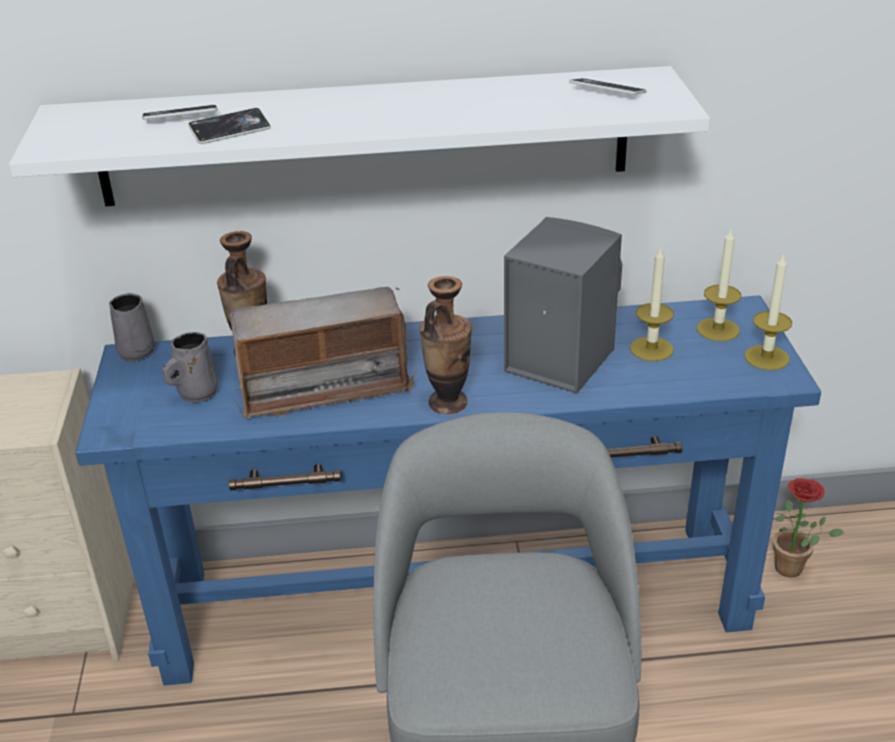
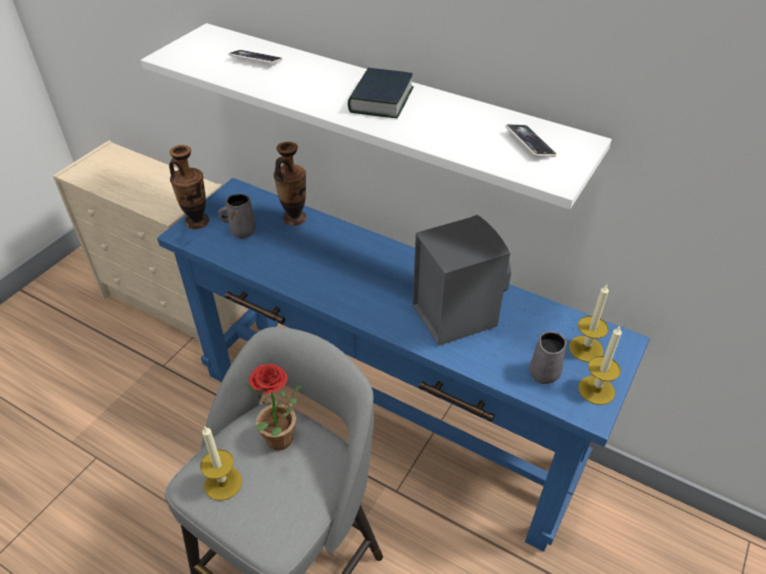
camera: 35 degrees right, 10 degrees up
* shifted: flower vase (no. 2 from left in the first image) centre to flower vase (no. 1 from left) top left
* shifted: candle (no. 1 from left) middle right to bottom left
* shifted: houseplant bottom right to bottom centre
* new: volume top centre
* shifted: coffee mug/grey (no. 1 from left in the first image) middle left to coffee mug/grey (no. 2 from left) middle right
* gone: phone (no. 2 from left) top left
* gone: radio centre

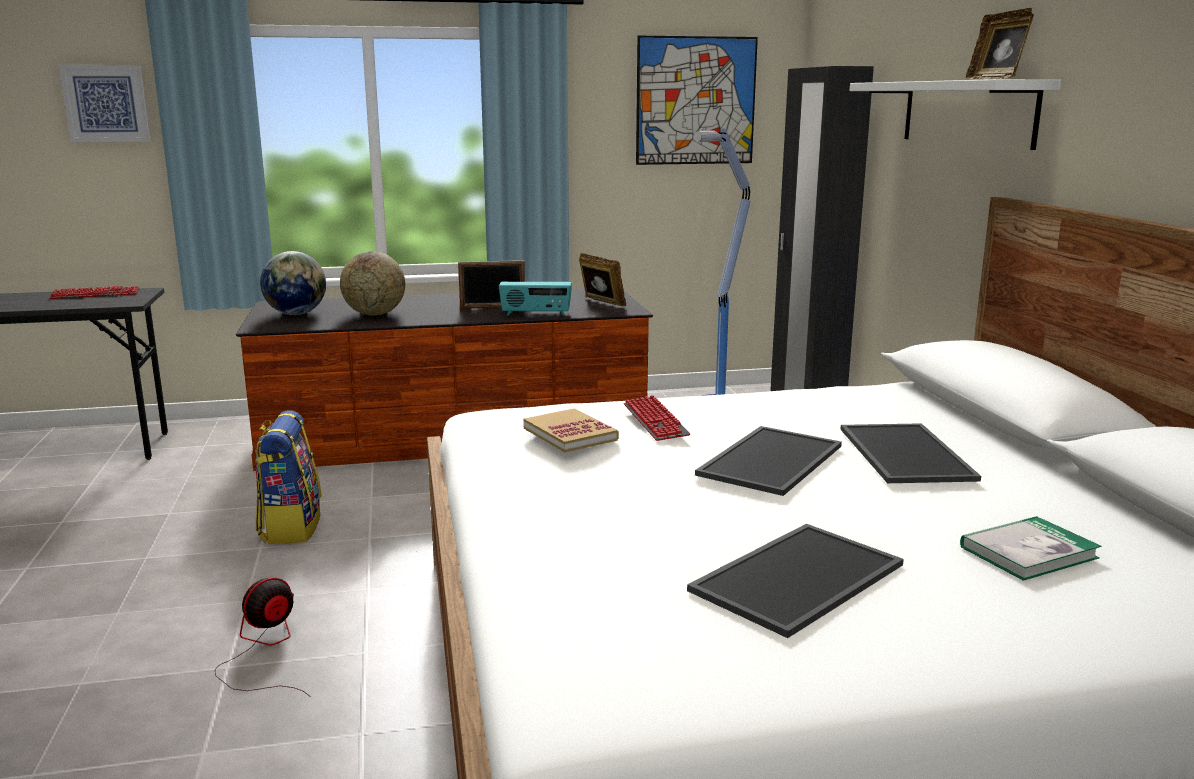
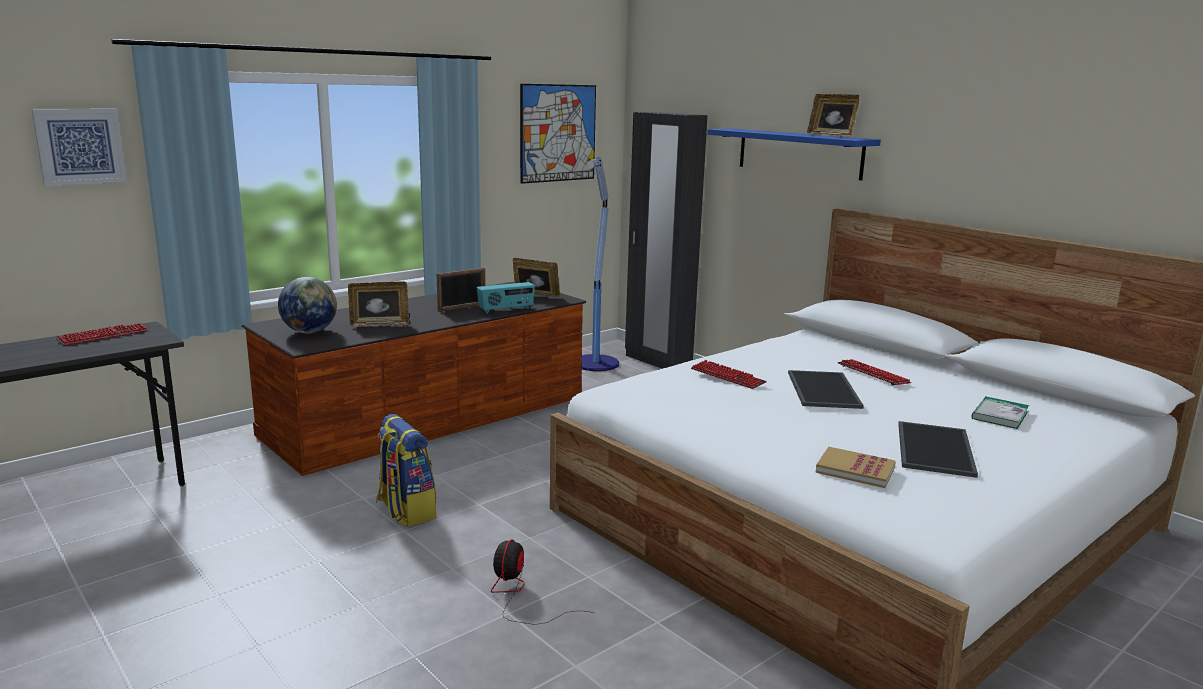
camera: 30 degrees left, 0 degrees up
* swapped: world globe (no. 2 from left) middle left to photo frame (no. 1 from left) middle left
* repainted: shelf/white top right to shelf/bluish top centre
* shifted: volume (no. 1 from left) centre to bottom right
* swapped: tray (no. 3 from left) middle right to computer keyboard (no. 3 from left) middle right

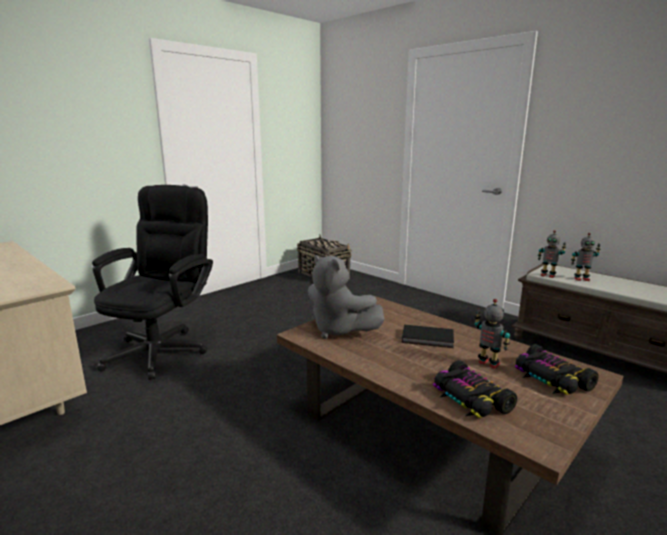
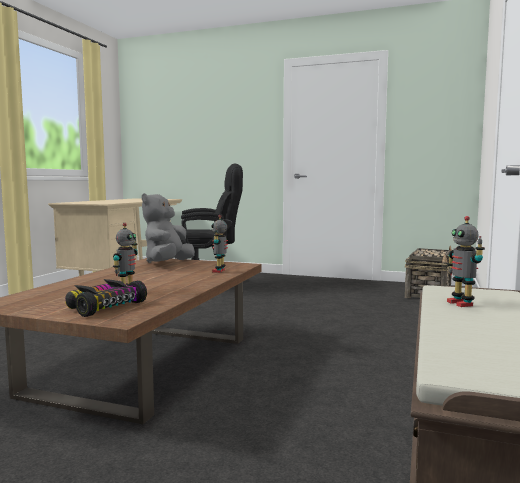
camera: 65 degrees right, 10 degrees down
* shifted: toy robot (no. 2 from left) middle right to centre
* gone: volume/black-coloured centre
* gone: toy car (no. 1 from left) bottom right

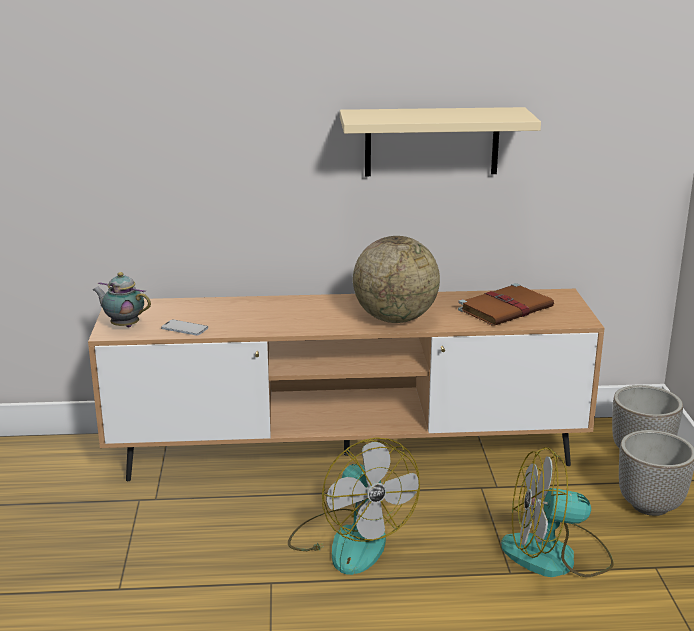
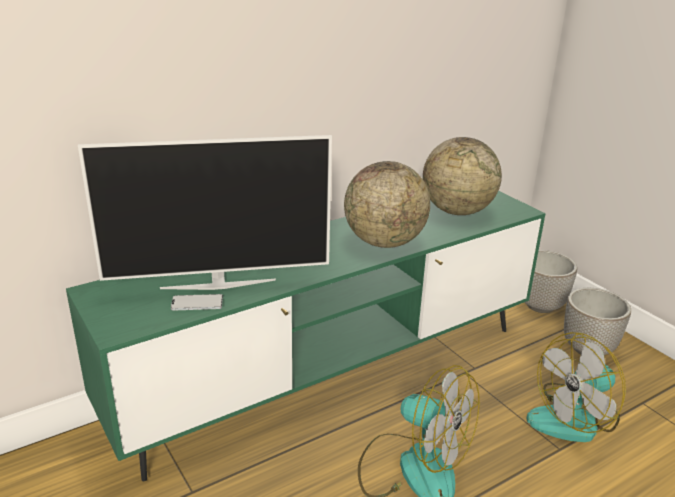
camera: 30 degrees left, 5 degrees up
* repainted: tv stand/brown centre to tv stand/greenish bottom centre
* new: TV set middle left
* swapped: volume/brown middle right to world globe (no. 2 from left) middle right
* gone: teapot middle left
* gone: shelf/beige-coloured top centre

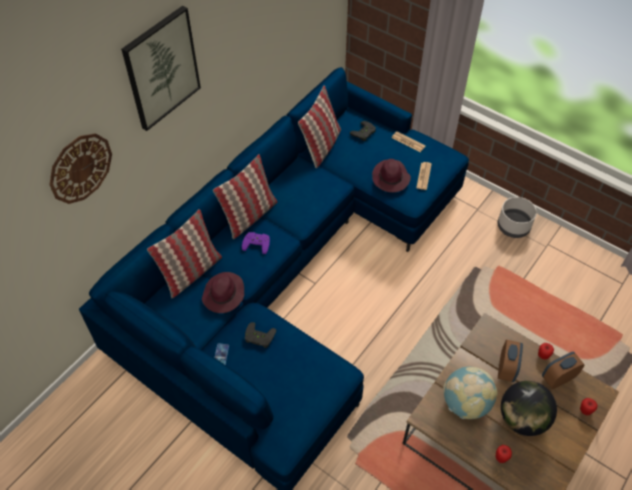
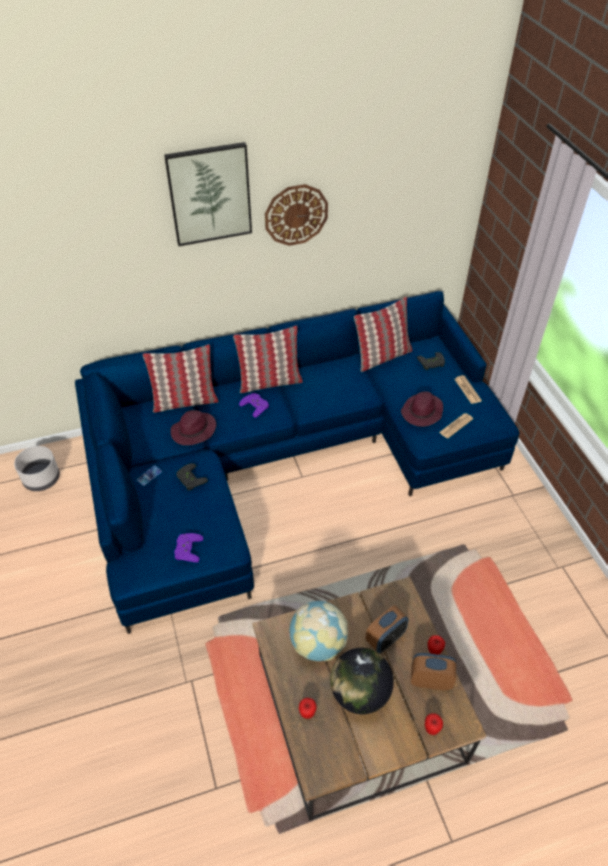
camera: 35 degrees right, 5 degrees down
* shifted: planter/grey middle right to middle left
* new: joypad/purple-coloured (no. 1 from left) middle left
* shifted: hanging clock middle left to top centre

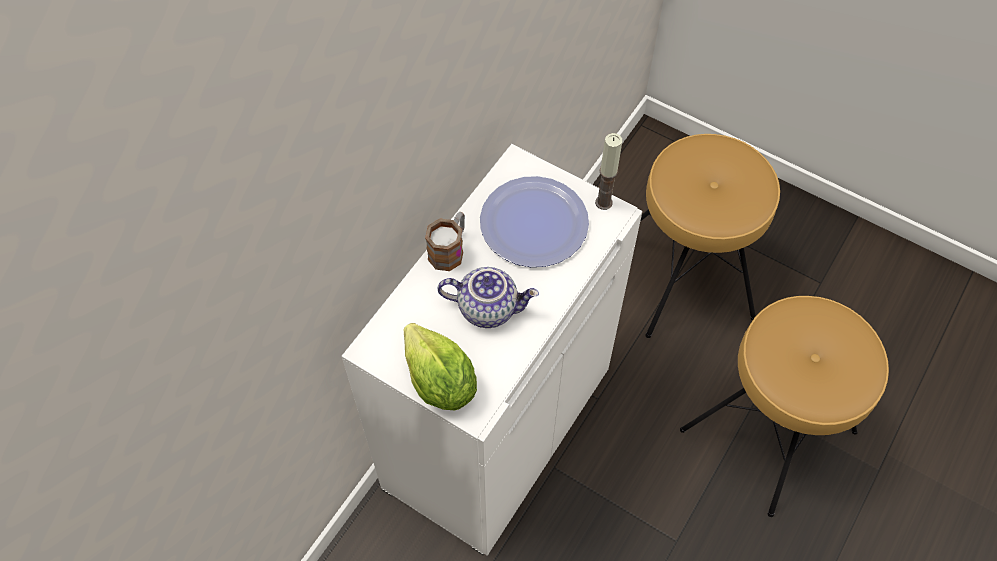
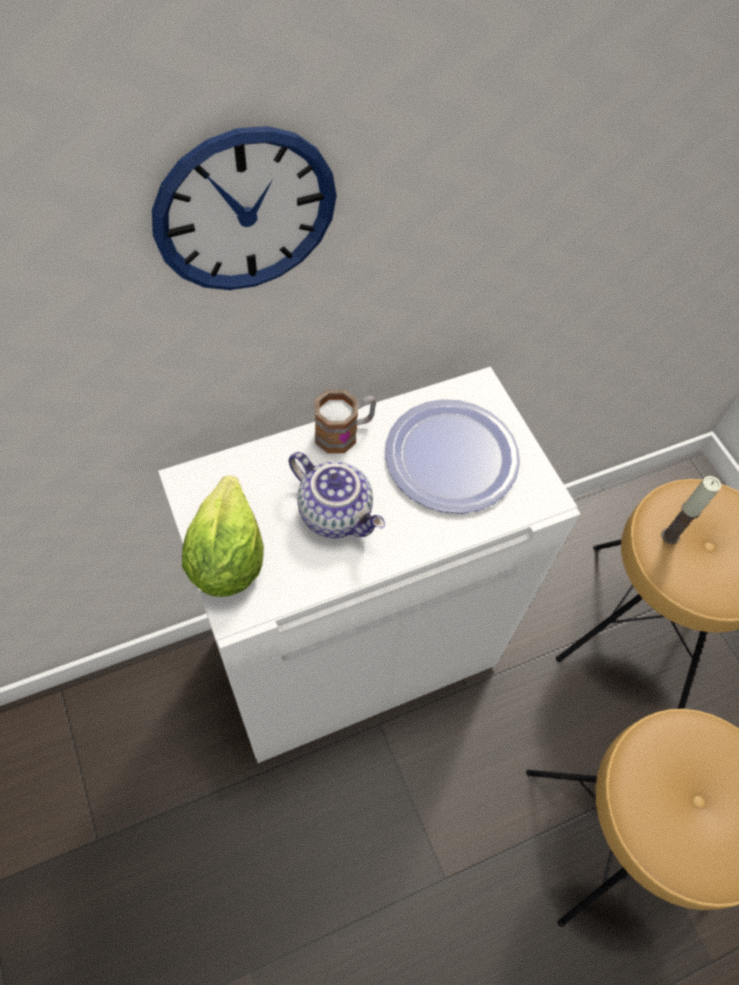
camera: 30 degrees right, 0 degrees up
* new: hanging clock top left
* shifted: candle top centre to middle right

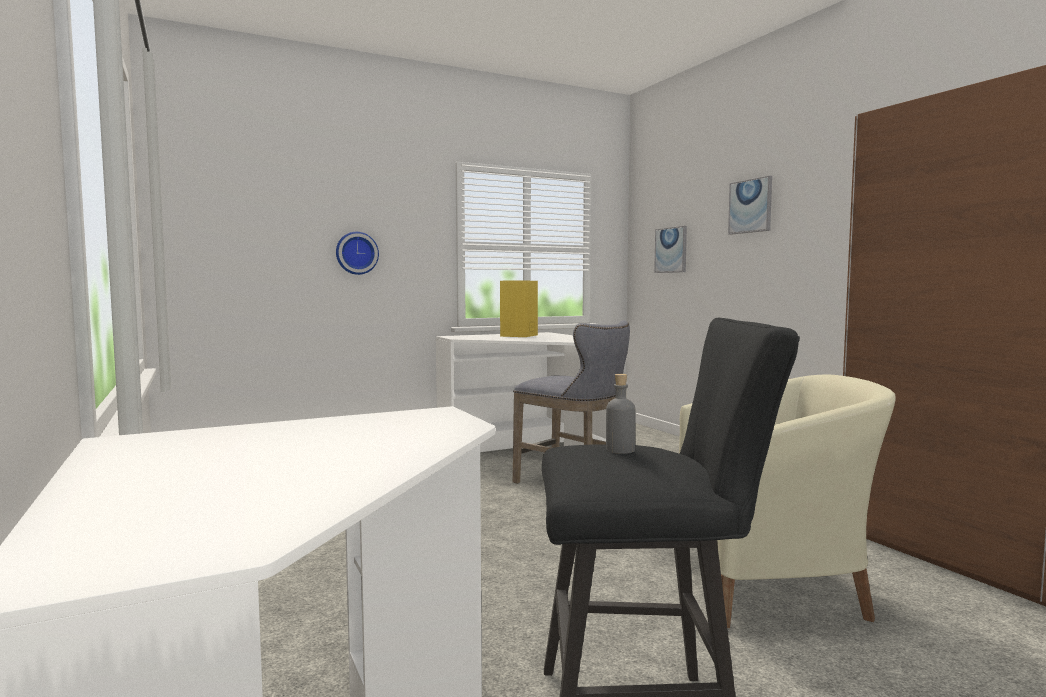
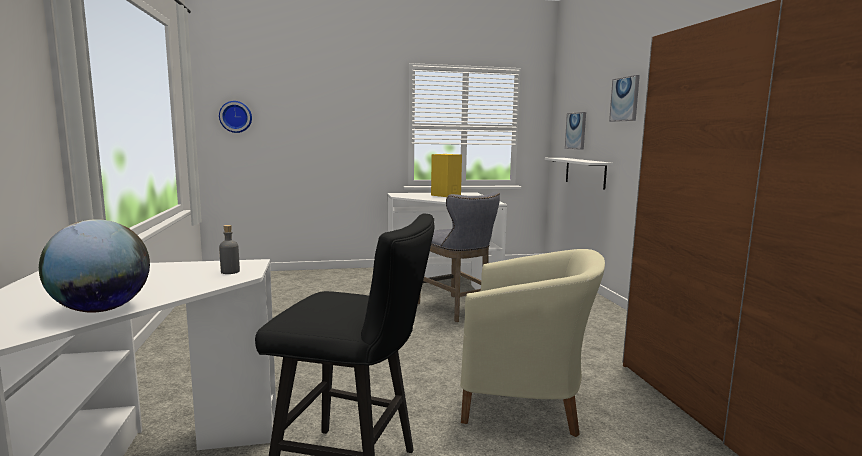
camera: 15 degrees right, 5 degrees up
* new: world globe middle left
* shifted: hanging clock centre to top left
* shifted: bottle/grey centre to middle left
* new: shelf/white middle right

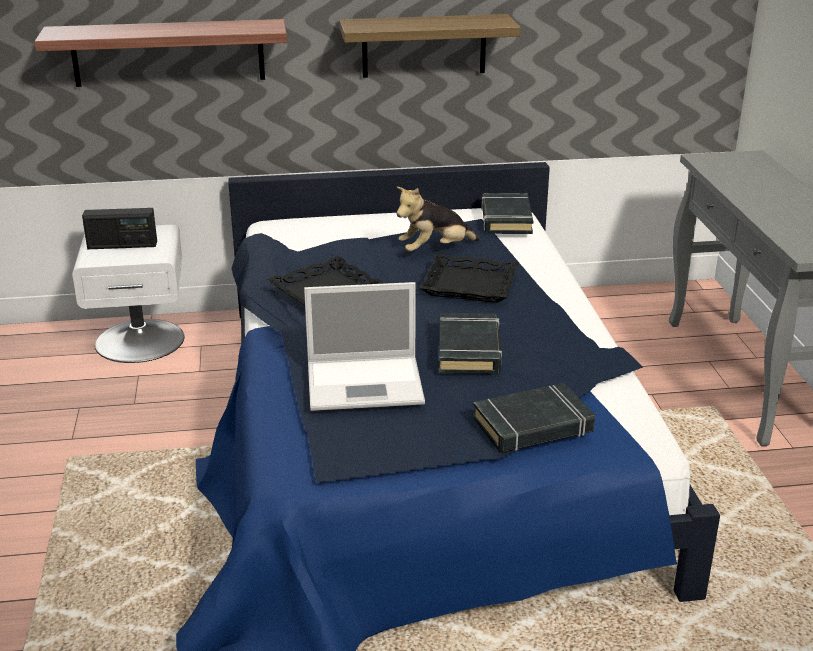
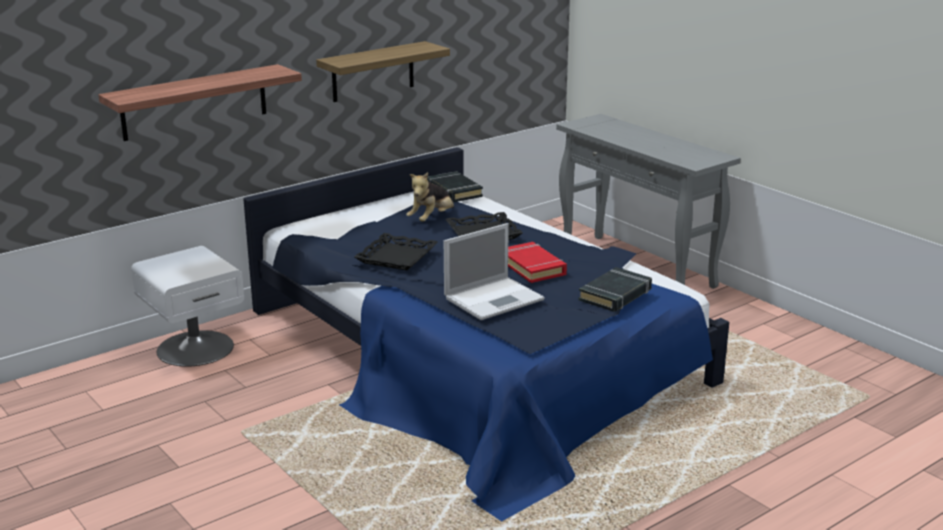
camera: 30 degrees left, 5 degrees down
* repainted: volume/black-coloured (no. 1 from left) centre to volume/red-coloured centre
* gone: radio middle left

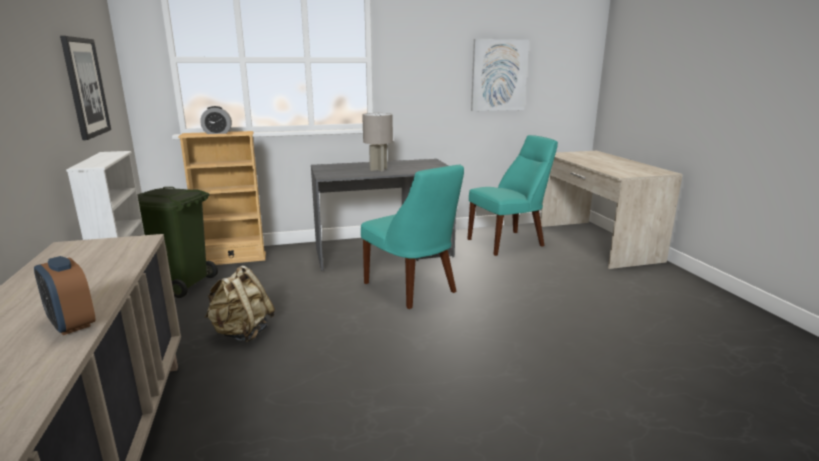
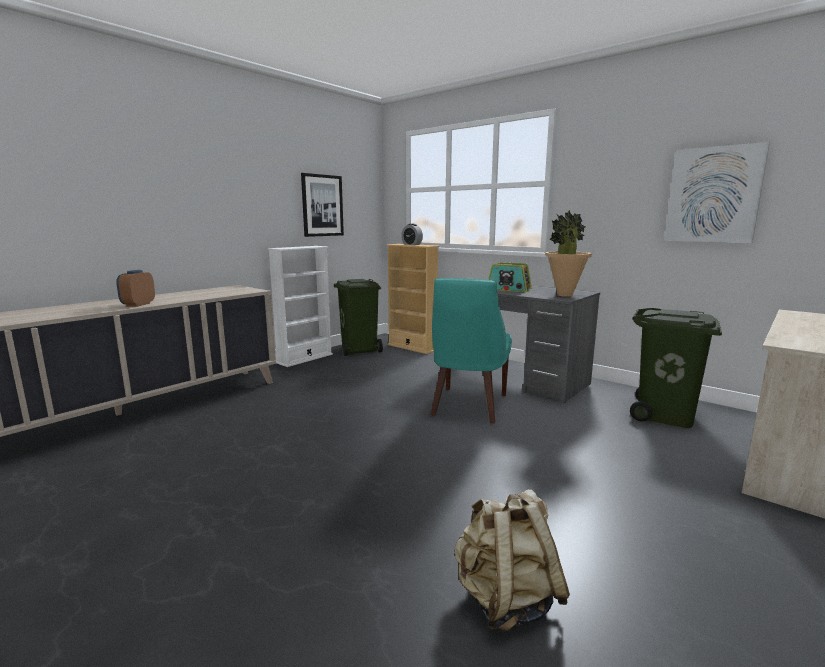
camera: 55 degrees right, 5 degrees down
* shifted: knapsack/beige-coloured middle left to bottom centre
* swapped: lamp for a table/grey top centre to radio centre
* new: houseplant middle right
* swapped: chair/turquoise (no. 2 from left) centre to waste bin/greenish (no. 2 from left) middle right

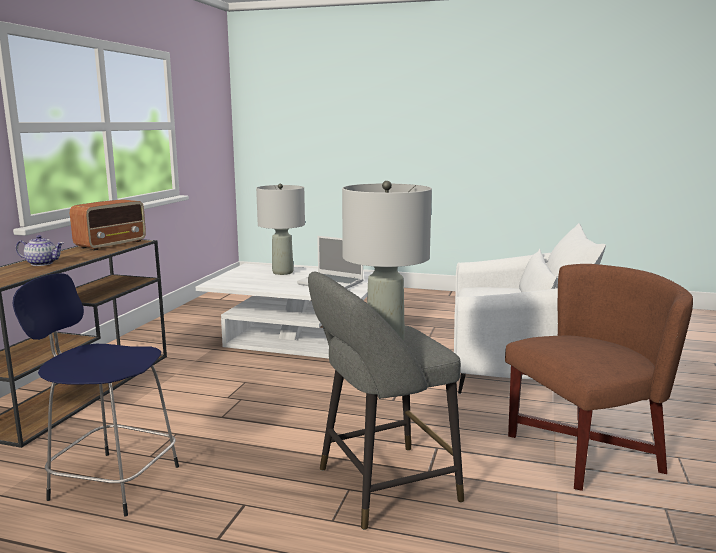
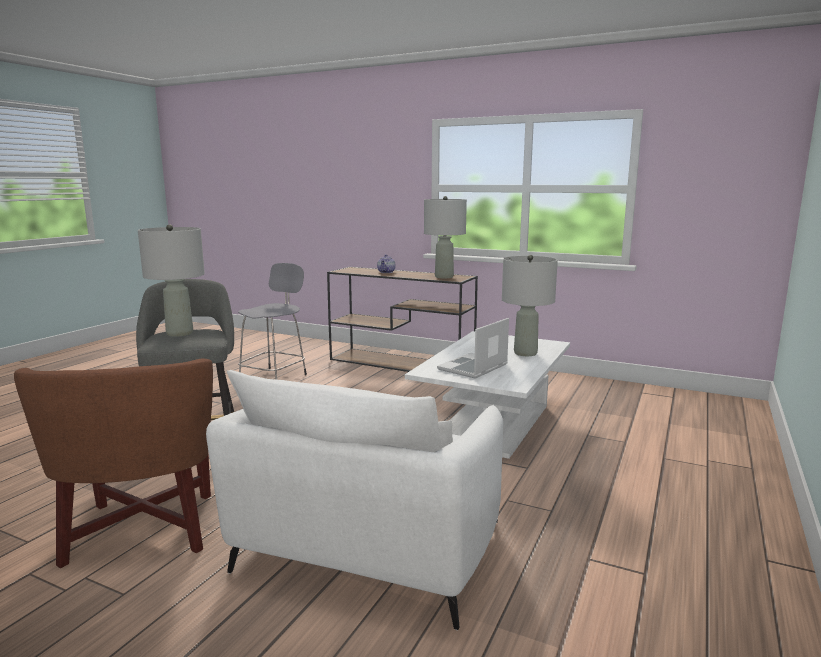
camera: 100 degrees right, 0 degrees up
* repainted: sitting stool/bluish bottom left to sitting stool/grey (no. 2 from left) middle left
* swapped: radio middle left to lamp for a table/grey (no. 2 from left) centre

